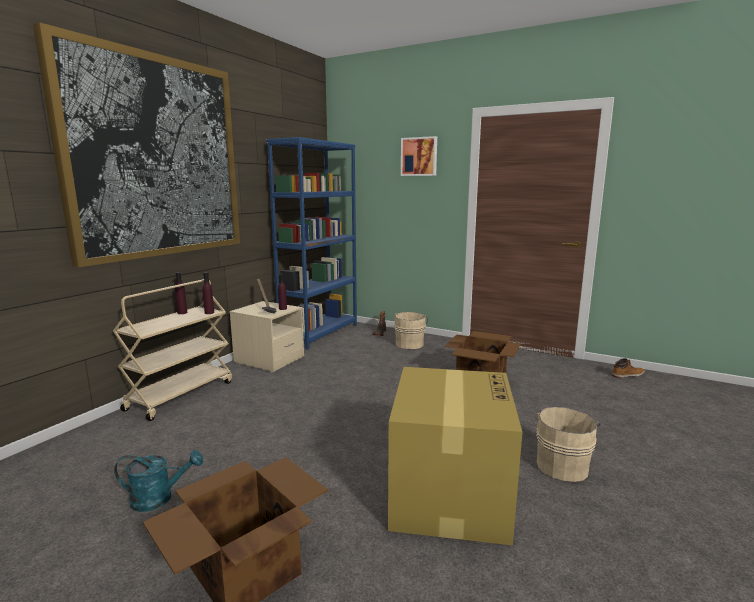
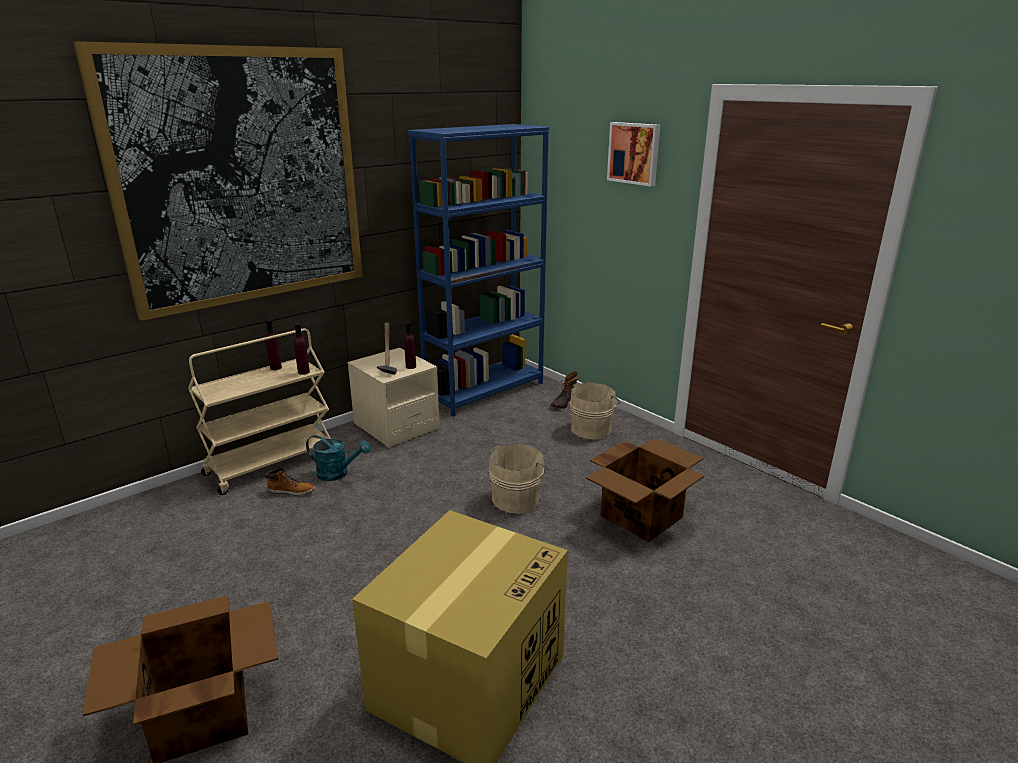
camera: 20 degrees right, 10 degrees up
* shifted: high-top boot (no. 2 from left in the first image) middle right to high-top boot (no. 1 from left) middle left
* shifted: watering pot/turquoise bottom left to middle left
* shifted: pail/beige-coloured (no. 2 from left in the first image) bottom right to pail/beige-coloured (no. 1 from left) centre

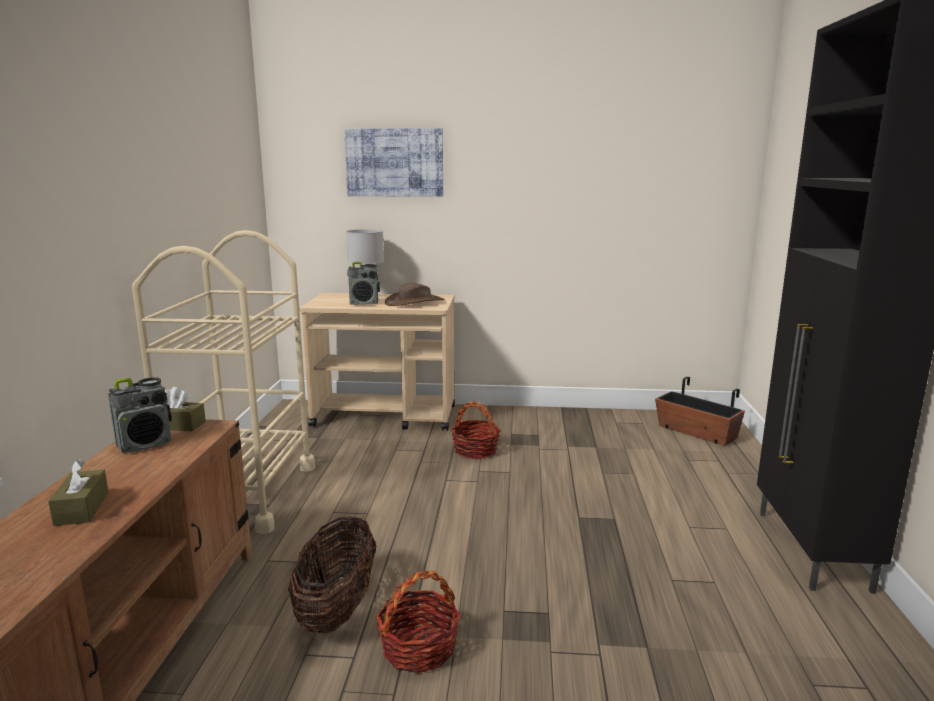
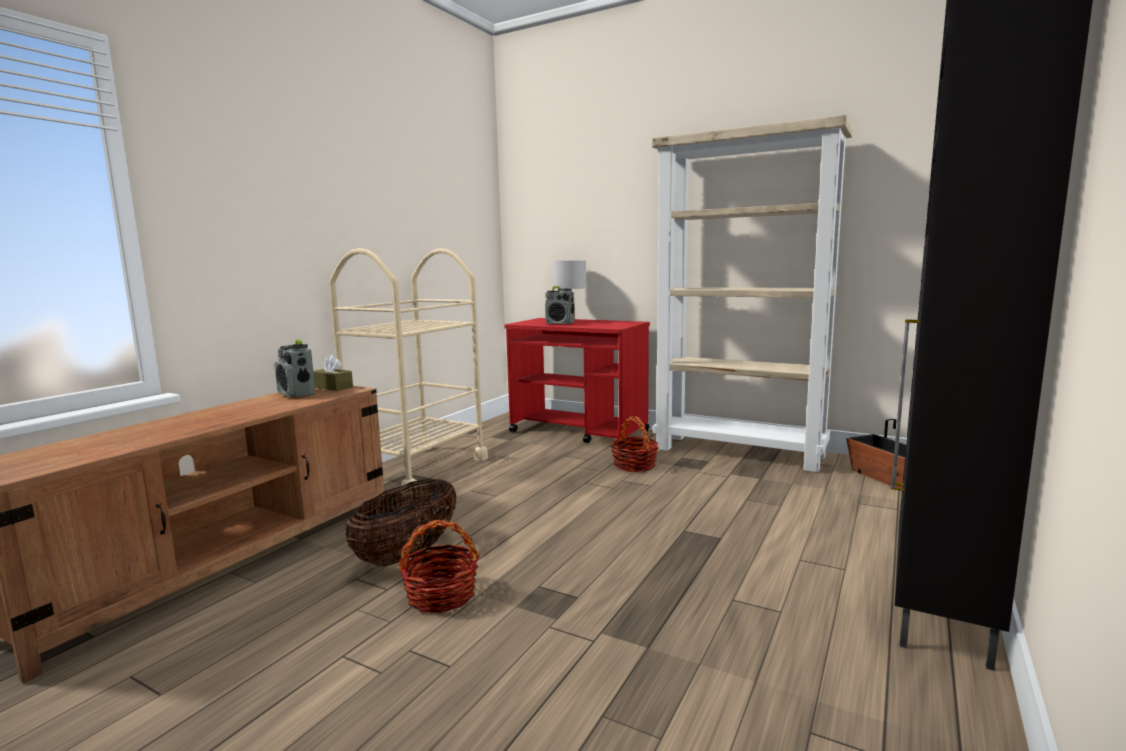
camera: 25 degrees right, 5 degrees down
* rotated: radio (no. 1 from left) middle left = middle left 60 degrees clockwise
* repainted: trolley/beige-coloured (no. 2 from left) centre to trolley/red-coloured centre
* new: bookcase/beige-coloured middle right
* gone: tissue holder/brown (no. 1 from left) bottom left
* gone: wall picture top centre
* gone: hat/brown centre

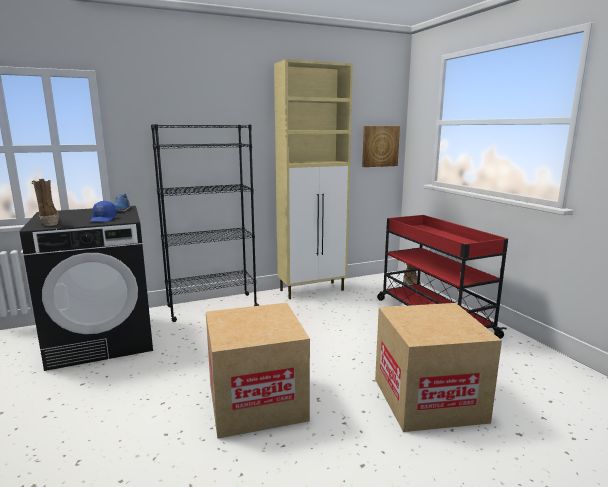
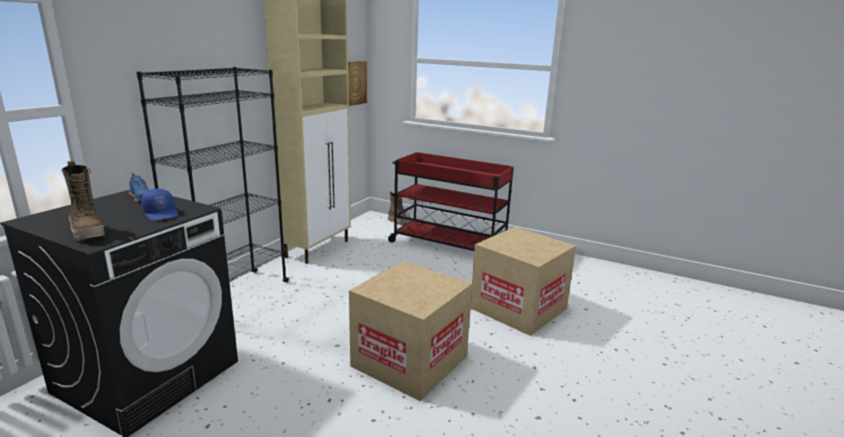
camera: 40 degrees left, 5 degrees up
* rotated: high-top boot (no. 1 from left) middle left = middle left 150 degrees counterclockwise

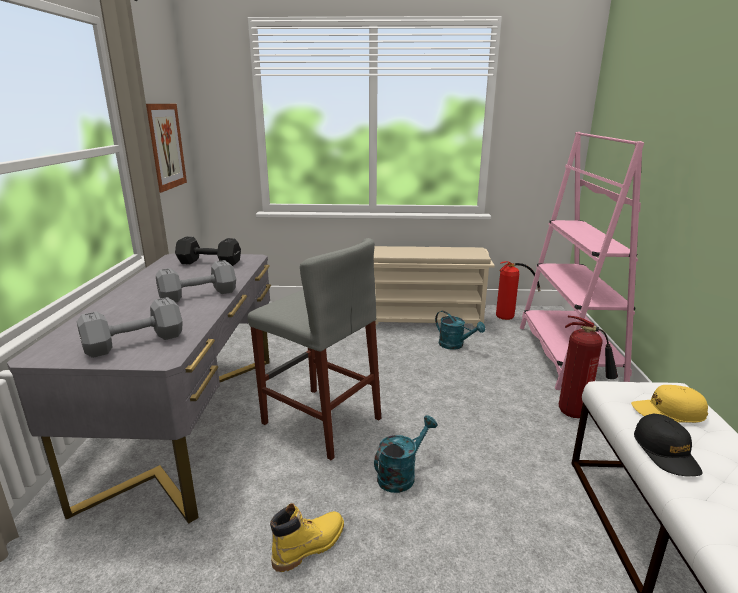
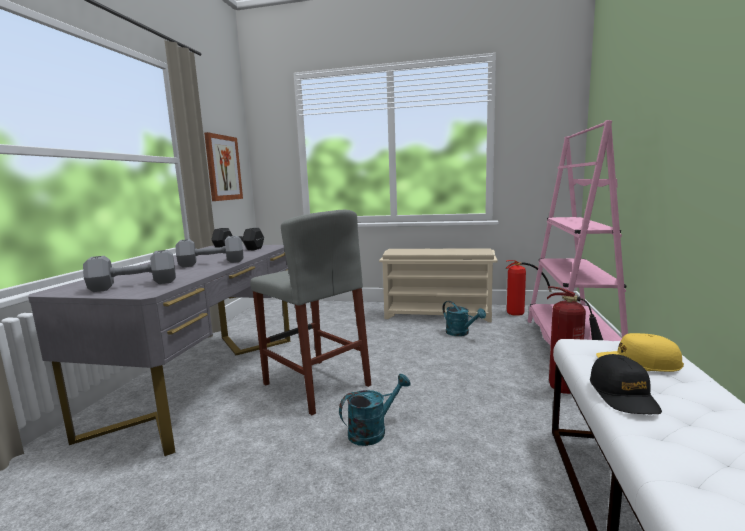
camera: 10 degrees right, 10 degrees down
* gone: high-top boot/yellow-coloured bottom centre

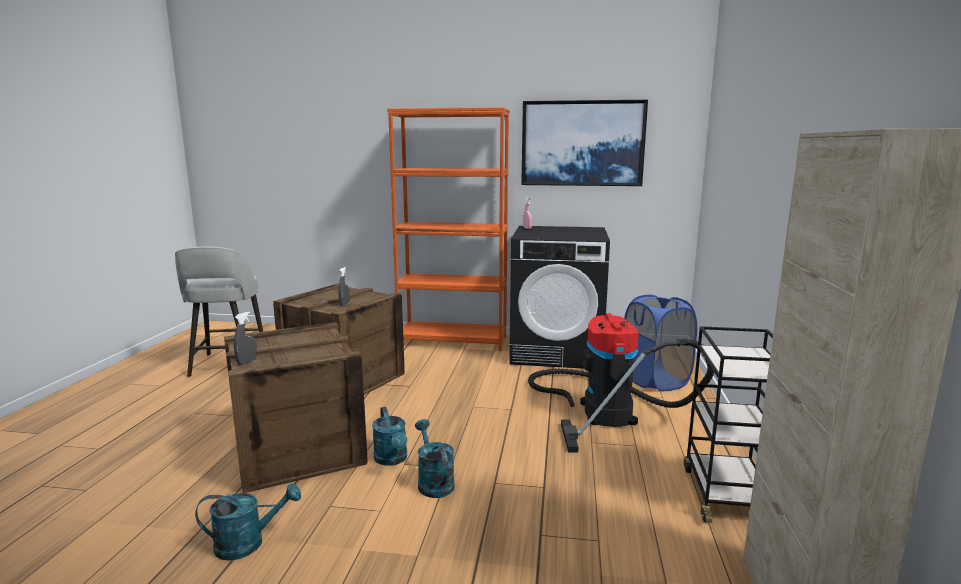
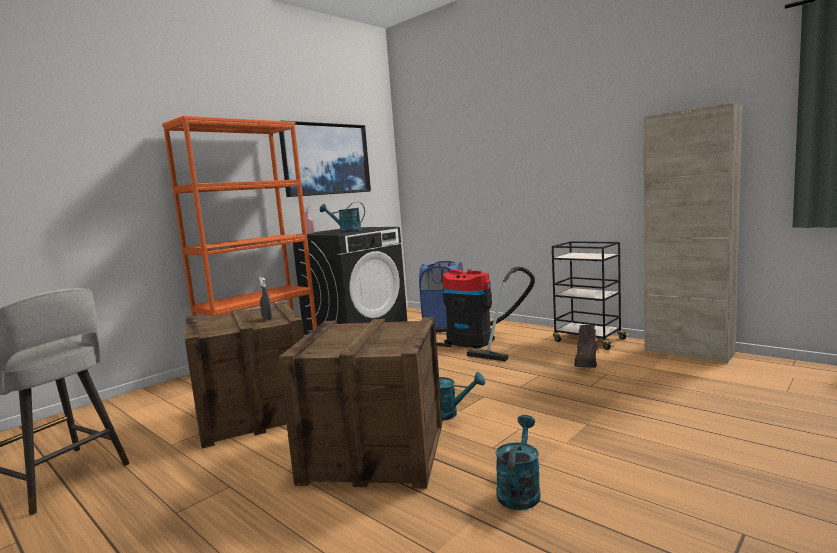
camera: 55 degrees left, 5 degrees down
* shifted: watering pot/turquoise (no. 3 from left in the first image) bottom centre to watering pot/turquoise (no. 1 from left) centre
* new: high-top boot/brown middle right
* gone: hand sprayer/grey (no. 1 from left) middle left

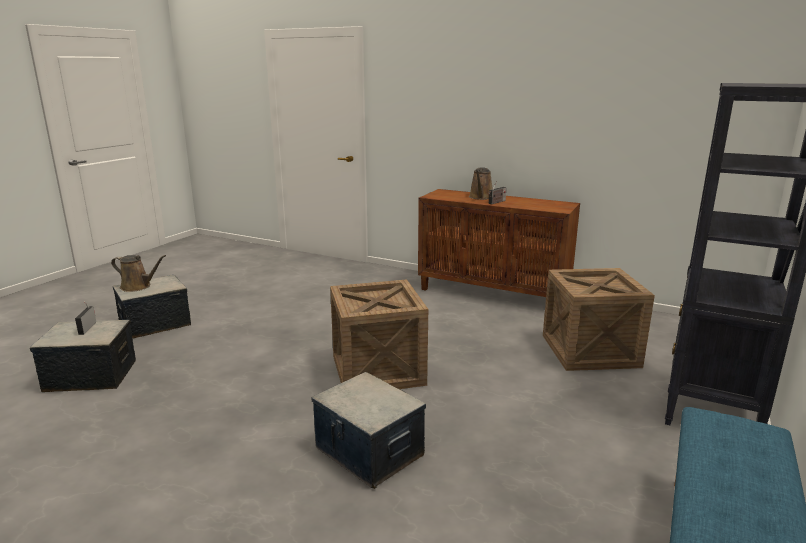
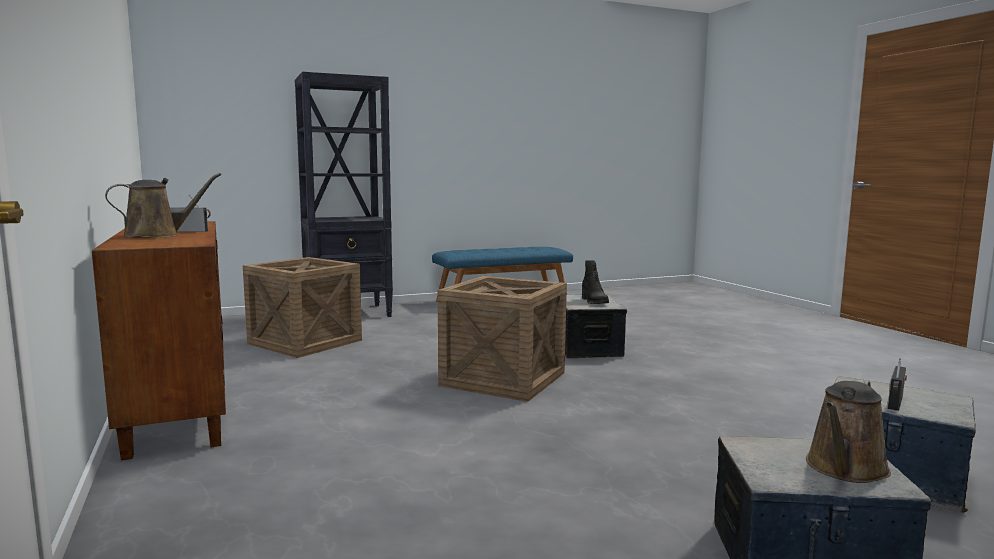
camera: 140 degrees left, 10 degrees down
* new: high-top boot/black-coloured centre
* rotated: watering pot/brown (no. 1 from left in the first image) middle left = bottom right 105 degrees counterclockwise

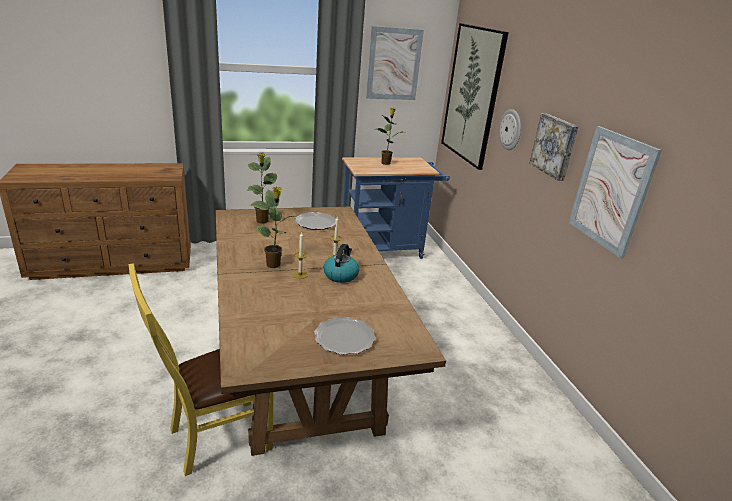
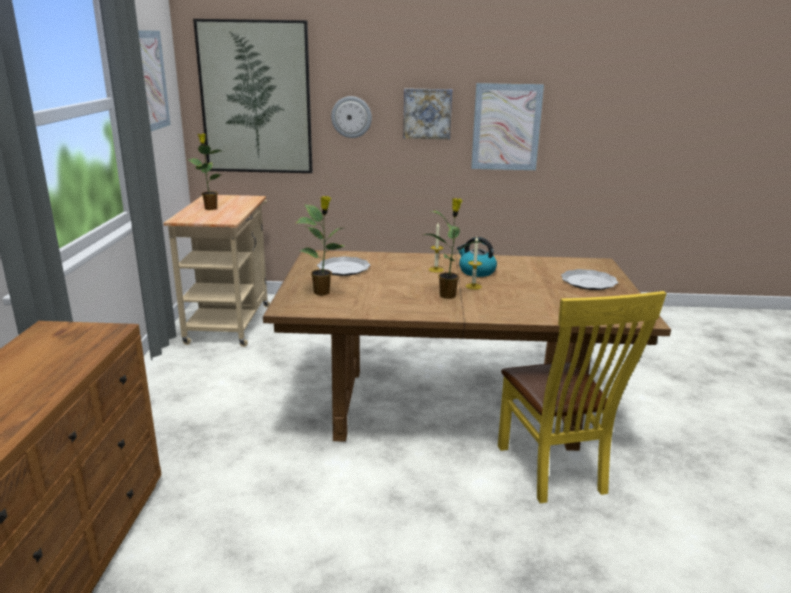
camera: 70 degrees left, 5 degrees down
* repainted: trolley/bluish centre to trolley/beige-coloured middle left

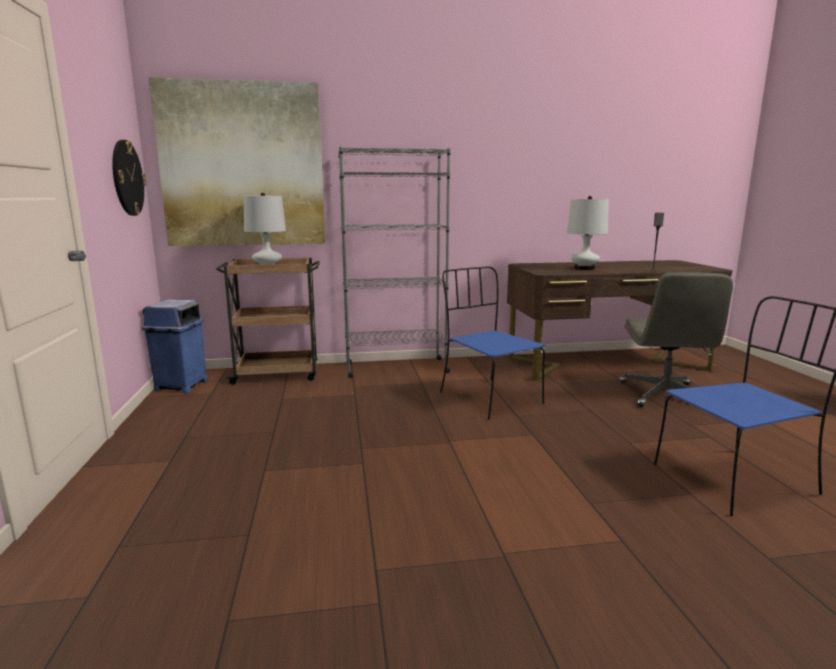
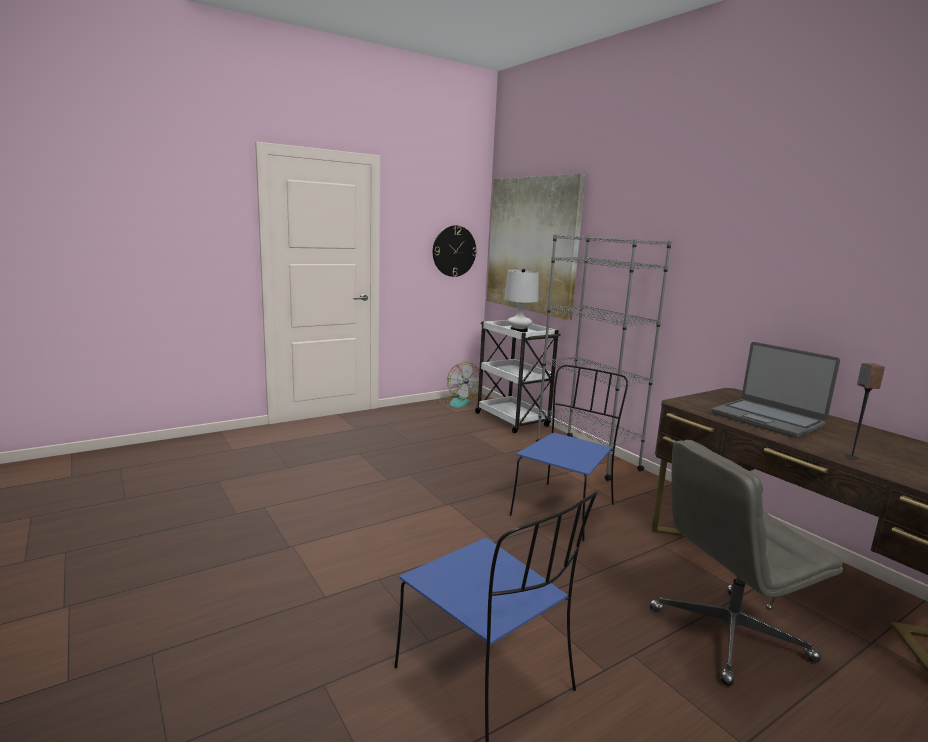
camera: 65 degrees right, 0 degrees up
* swapped: waste bin/bluish middle left to cooling fan centre
* repainted: trolley/brown middle left to trolley/white centre
* swapped: lamp for a table/white (no. 2 from left) middle right to notebook computer middle right

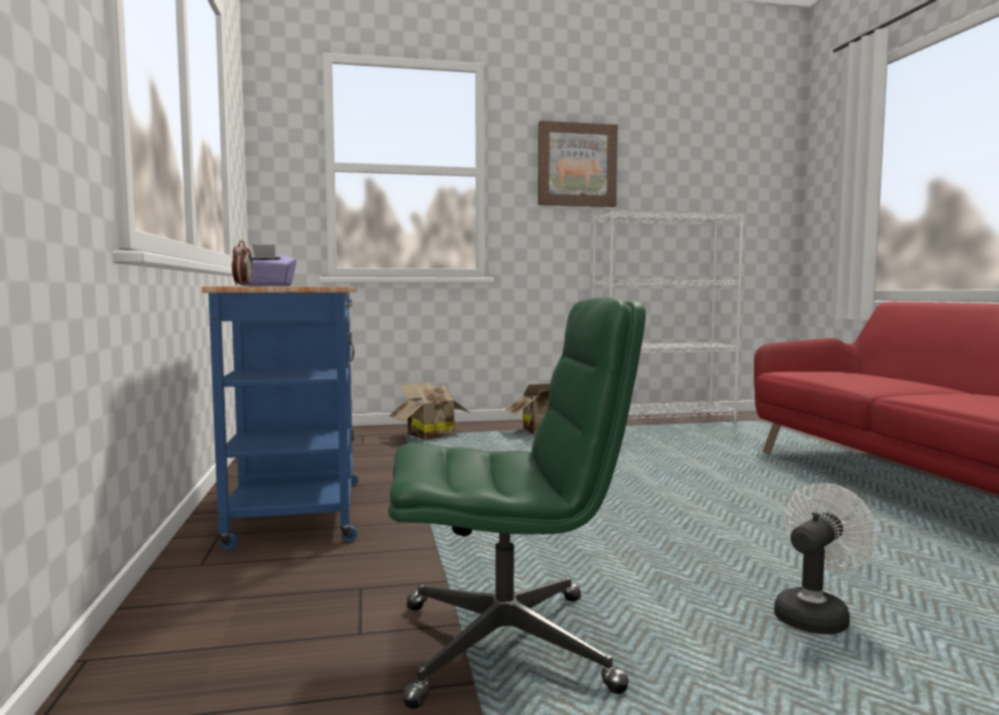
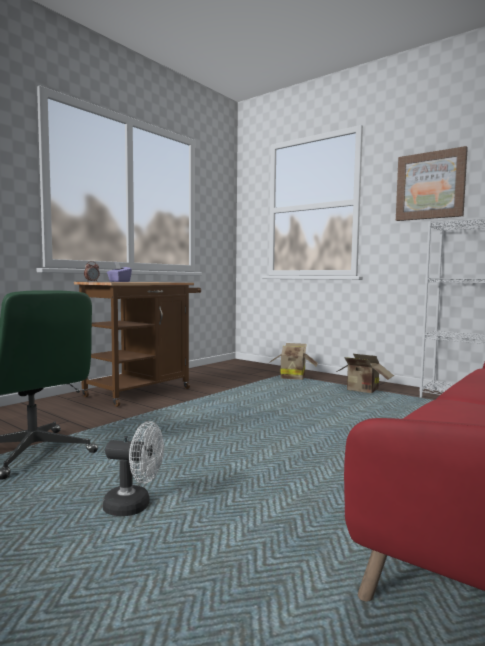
camera: 50 degrees right, 0 degrees up
* repainted: trolley/bluish middle left to trolley/brown middle left

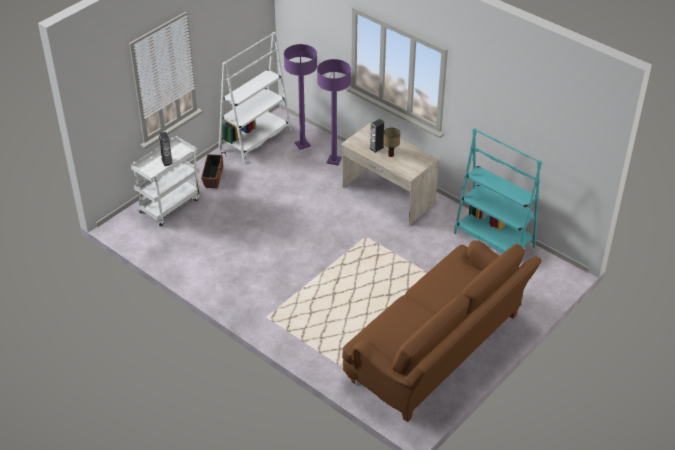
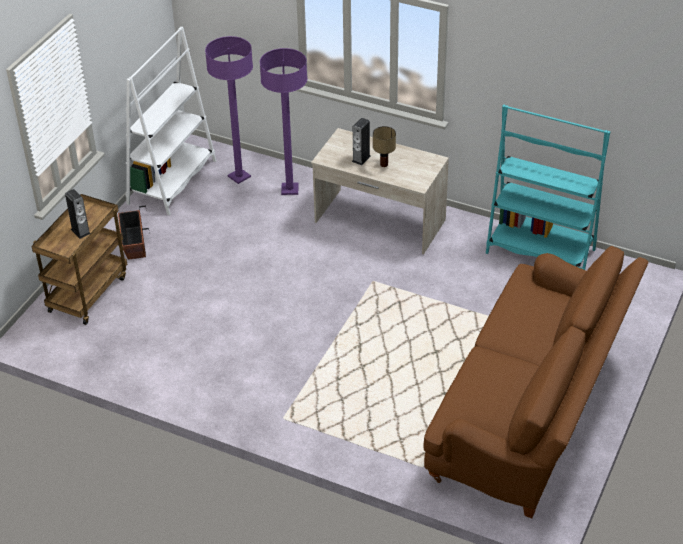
camera: 15 degrees left, 0 degrees up
* repainted: trolley/white middle left to trolley/brown middle left

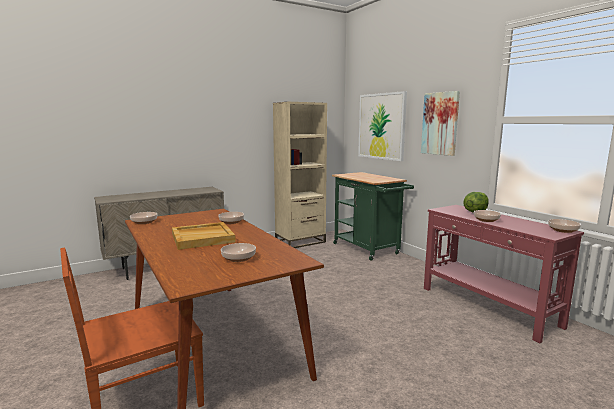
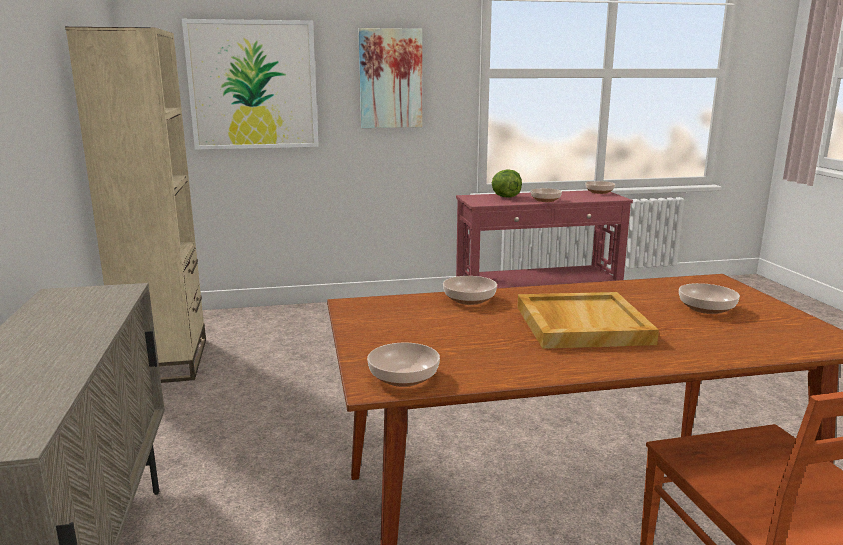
camera: 70 degrees left, 5 degrees up
* gone: trolley/greenish centre

